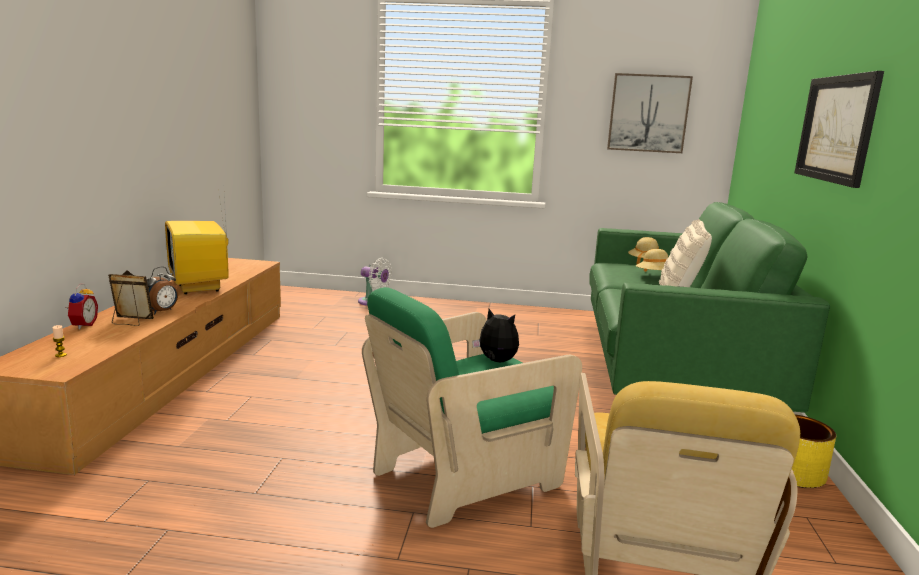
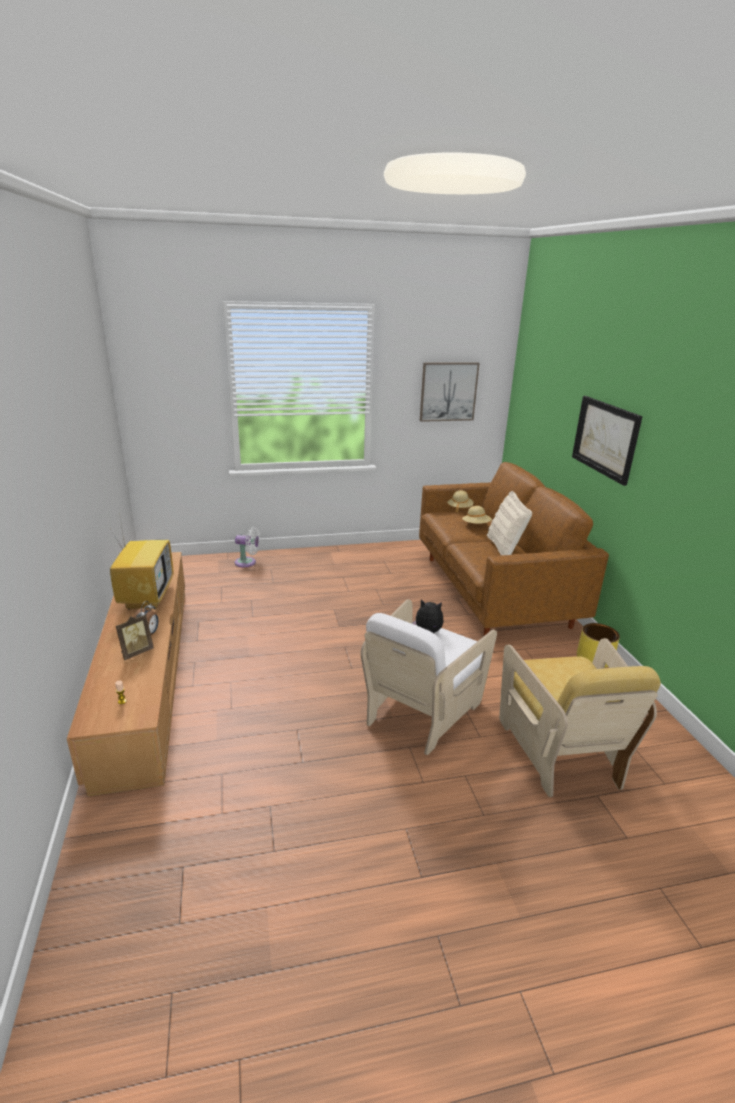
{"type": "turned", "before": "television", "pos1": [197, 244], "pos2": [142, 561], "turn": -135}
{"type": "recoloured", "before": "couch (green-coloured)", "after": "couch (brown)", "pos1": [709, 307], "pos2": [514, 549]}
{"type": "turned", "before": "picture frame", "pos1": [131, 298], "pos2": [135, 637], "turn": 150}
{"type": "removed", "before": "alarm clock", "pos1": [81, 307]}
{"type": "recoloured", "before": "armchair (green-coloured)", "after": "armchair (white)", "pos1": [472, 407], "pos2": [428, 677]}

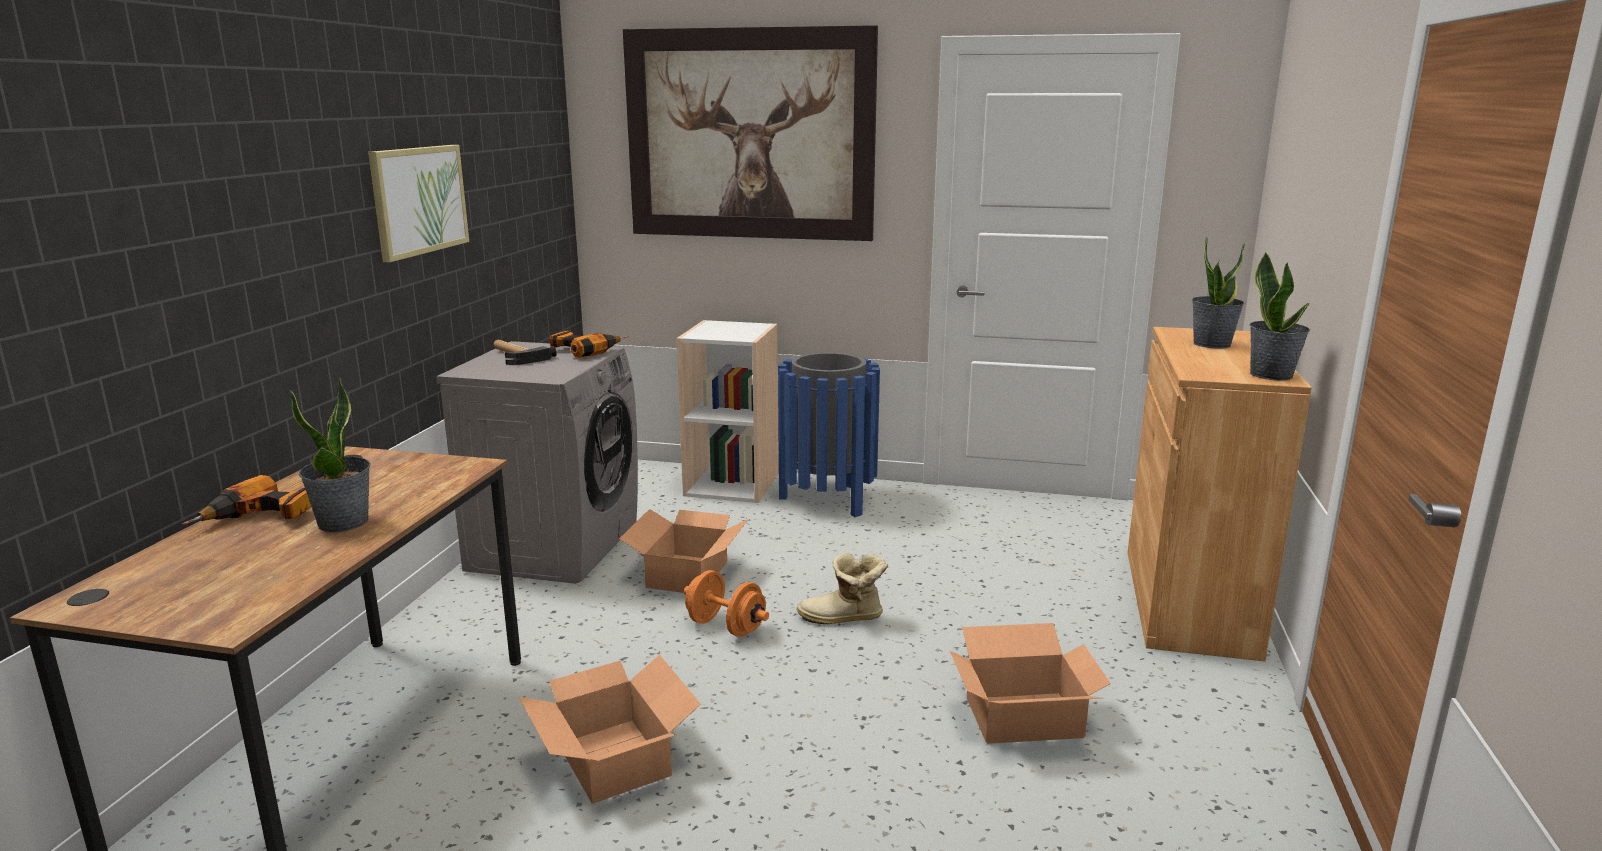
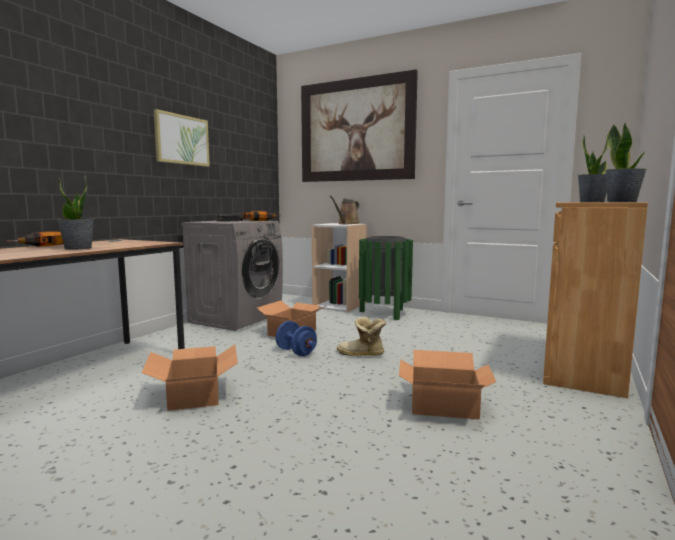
{"type": "recoloured", "before": "waste bin (blue-coloured)", "after": "waste bin (green-coloured)", "pos1": [829, 435], "pos2": [386, 278]}
{"type": "recoloured", "before": "dumbbell (orangey)", "after": "dumbbell (blue-coloured)", "pos1": [726, 603], "pos2": [296, 338]}
{"type": "added", "after": "watering pot (brown)", "pos2": [345, 210]}

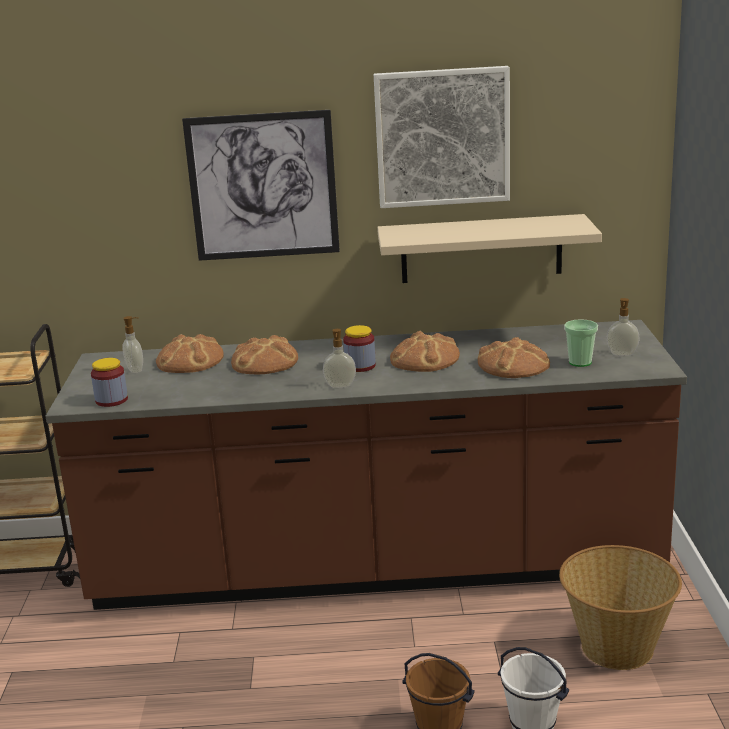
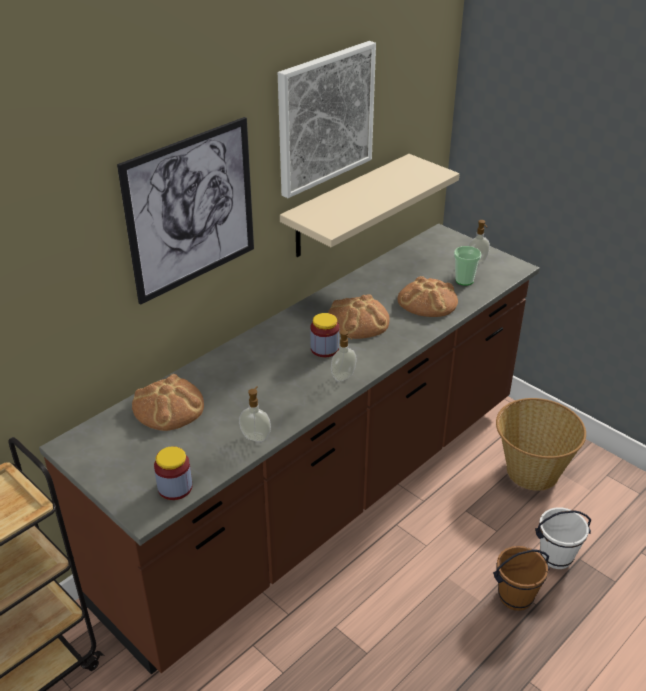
{"type": "moved", "before": "soap dispenser", "pos1": [132, 344], "pos2": [255, 414]}
{"type": "removed", "before": "baked bread", "pos1": [264, 354]}

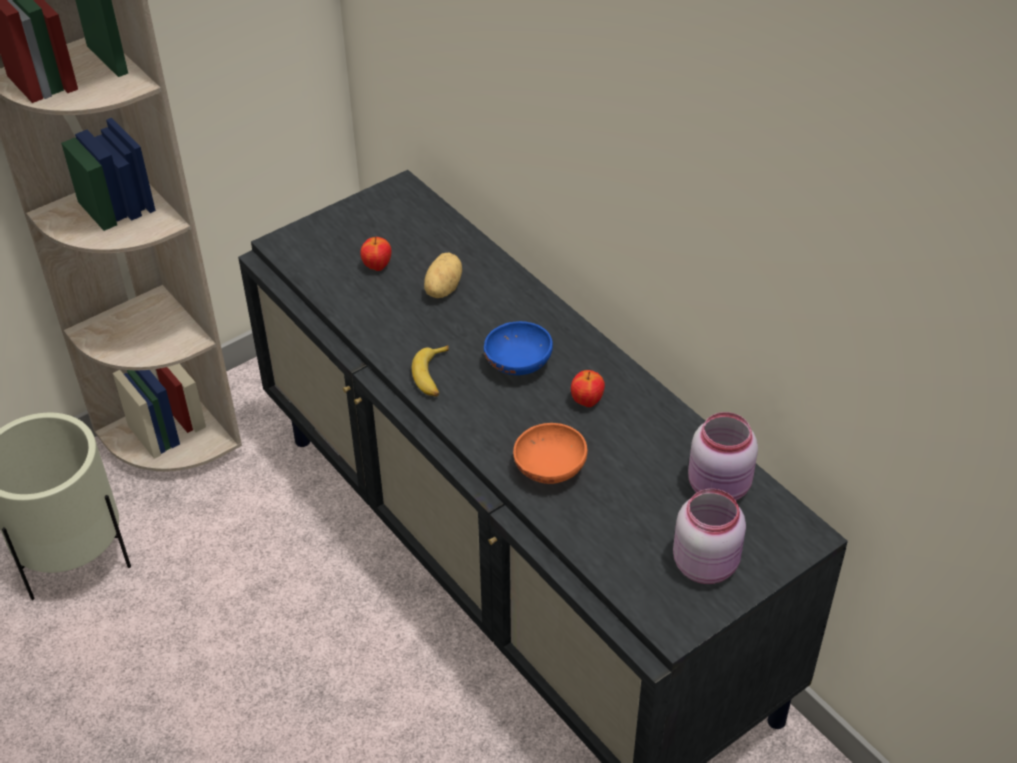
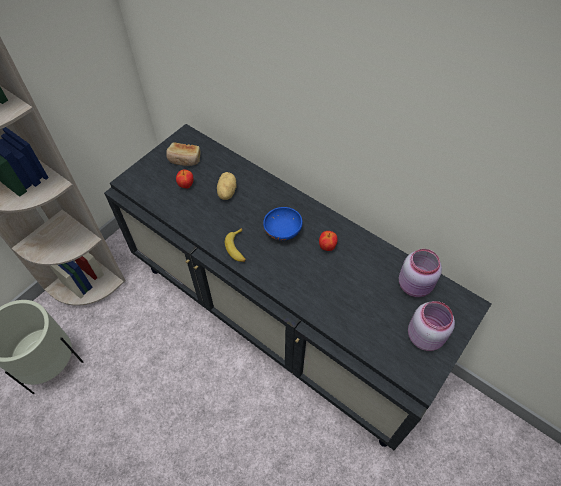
{"type": "removed", "before": "bowl (orangey)", "pos1": [550, 453]}
{"type": "added", "after": "baked bread", "pos2": [183, 154]}

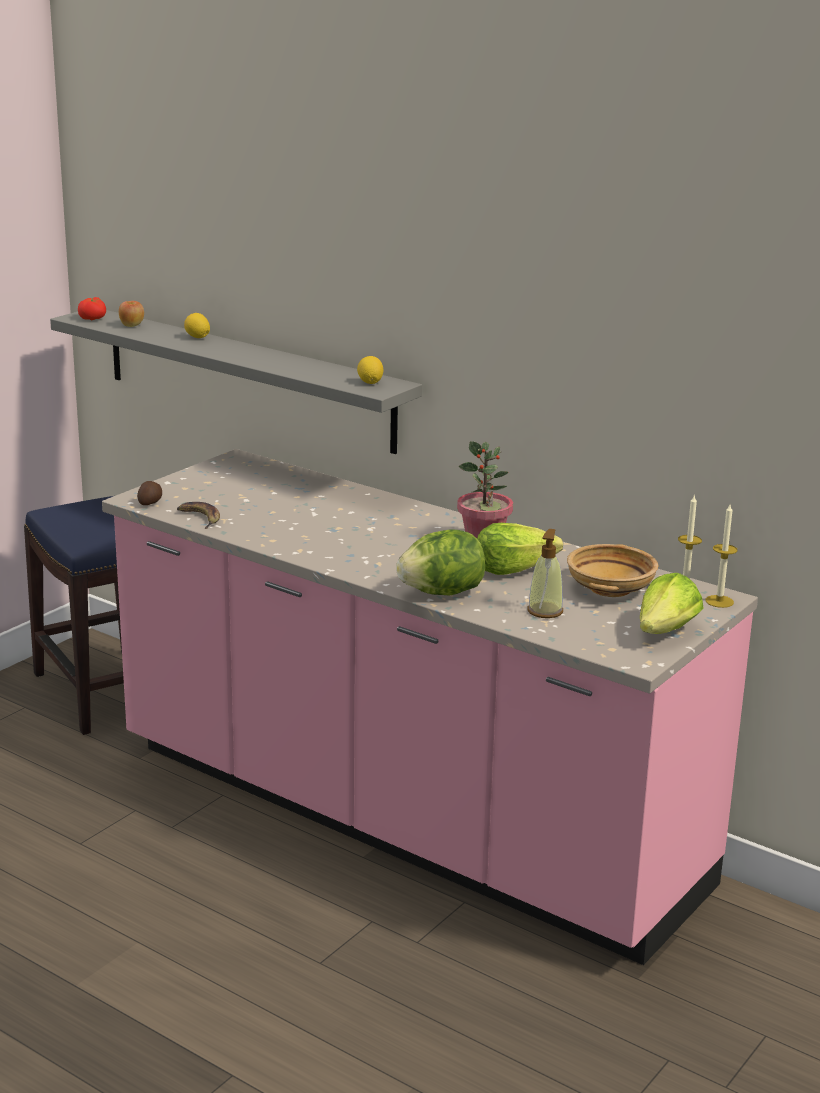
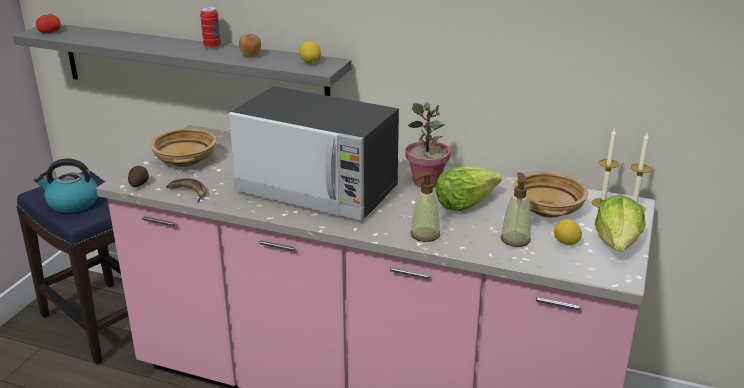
{"type": "moved", "before": "apple fruit", "pos1": [131, 314], "pos2": [250, 46]}
{"type": "moved", "before": "lemon", "pos1": [197, 325], "pos2": [568, 232]}
{"type": "replaced", "before": "lettuce", "after": "soap dispenser", "pos1": [440, 562], "pos2": [425, 206]}
{"type": "added", "after": "can", "pos2": [210, 28]}
{"type": "added", "after": "microwave oven", "pos2": [314, 153]}
{"type": "added", "after": "bowl (beige)", "pos2": [183, 147]}
{"type": "added", "after": "tea kettle", "pos2": [66, 185]}

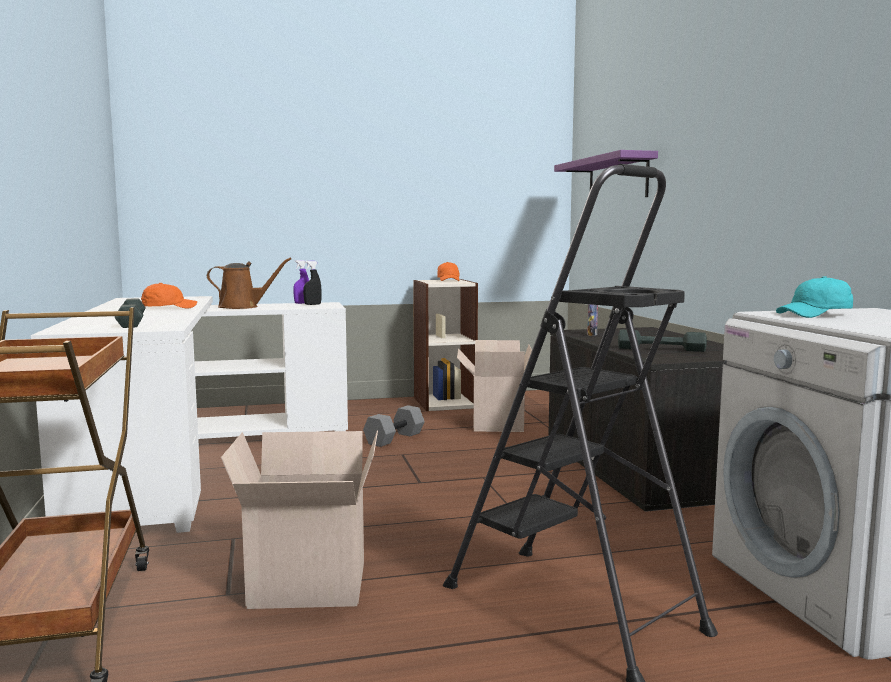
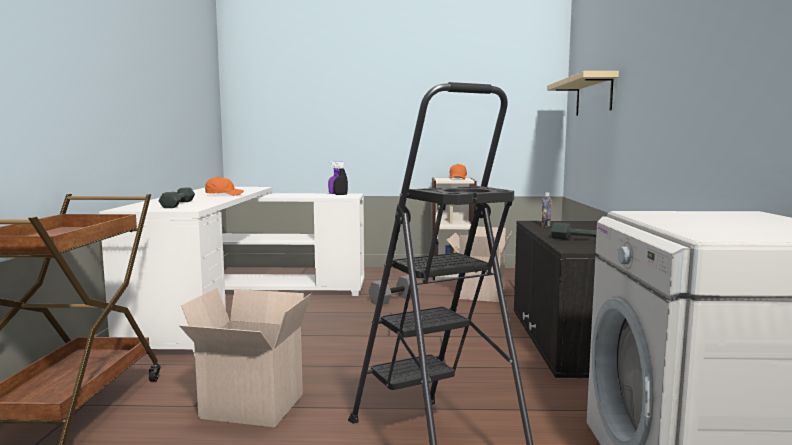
{"type": "recoloured", "before": "bracket shelf (purple-coloured)", "after": "bracket shelf (beige)", "pos1": [606, 173], "pos2": [583, 93]}
{"type": "removed", "before": "watering pot (brown)", "pos1": [249, 283]}
{"type": "removed", "before": "peaked cap (turquoise)", "pos1": [814, 297]}

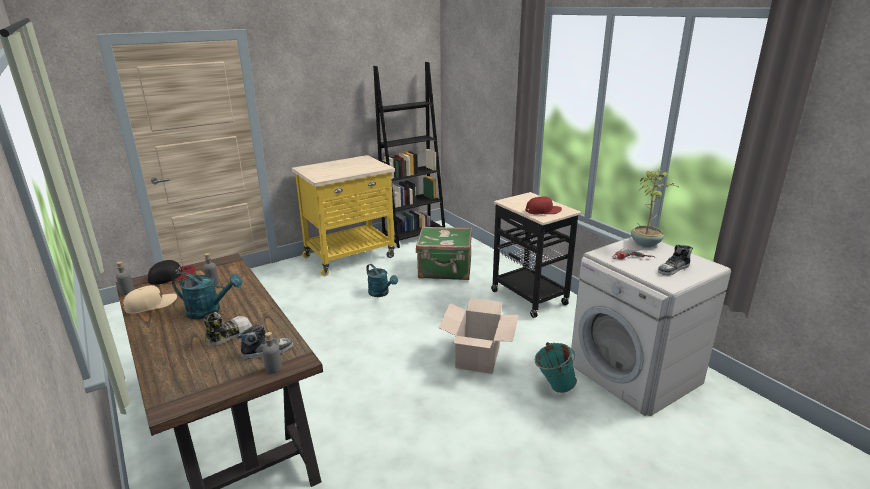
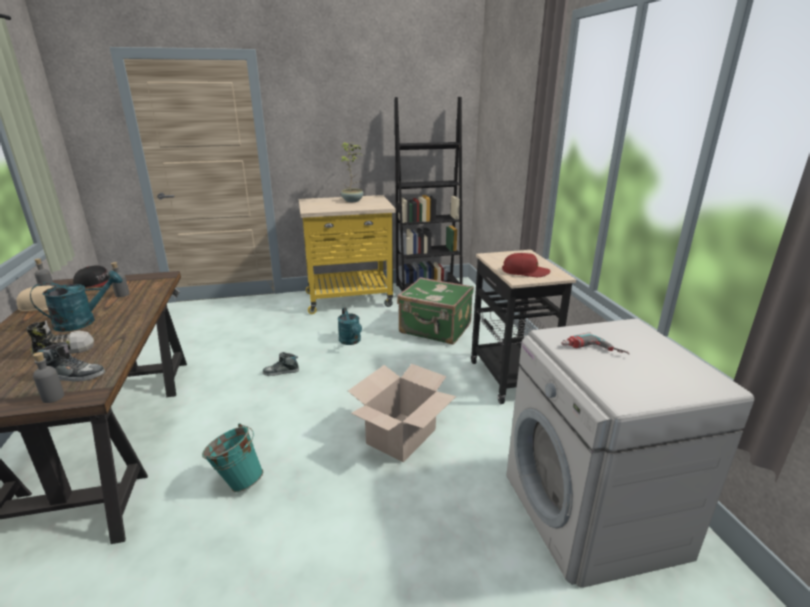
{"type": "moved", "before": "potted plant", "pos1": [654, 208], "pos2": [352, 172]}
{"type": "moved", "before": "item of footwear", "pos1": [675, 260], "pos2": [281, 364]}
{"type": "turned", "before": "watering pot (turquoise)", "pos1": [207, 295], "pos2": [76, 301], "turn": -60}
{"type": "moved", "before": "bucket (turquoise)", "pos1": [555, 367], "pos2": [232, 458]}

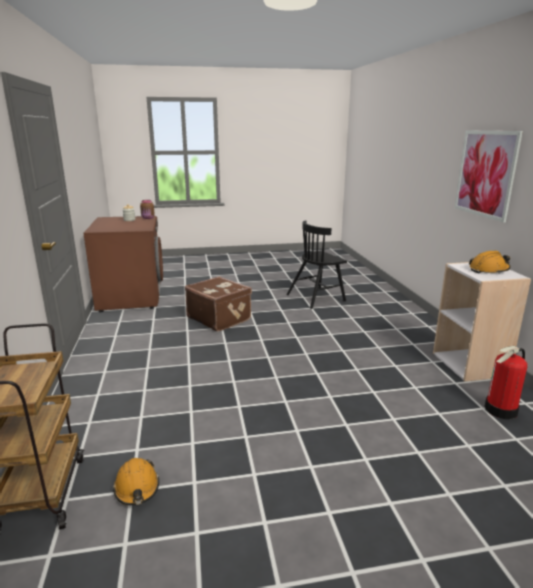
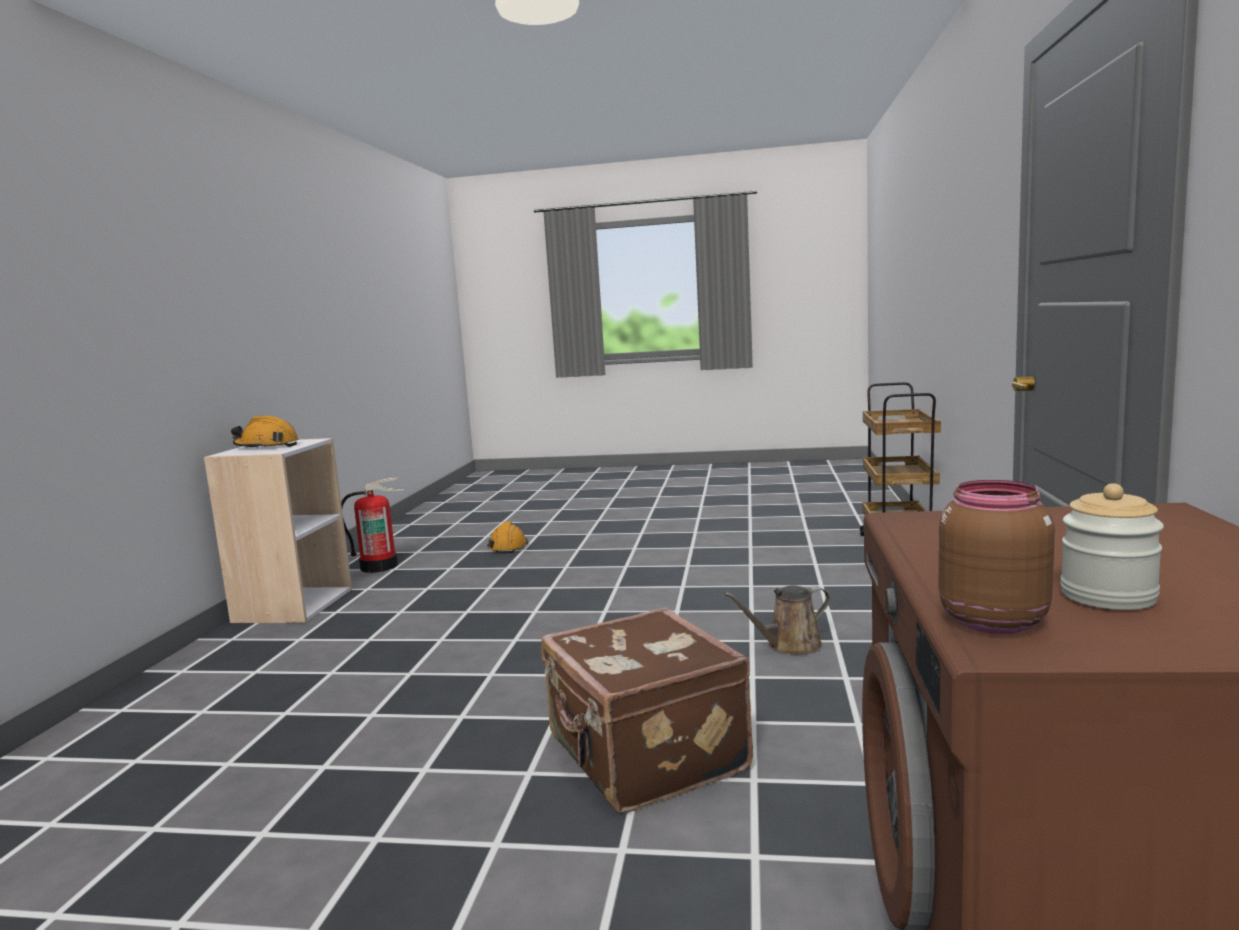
{"type": "removed", "before": "wall picture", "pos1": [488, 176]}
{"type": "removed", "before": "plain chair (black)", "pos1": [316, 265]}
{"type": "moved", "before": "work helmet (orangey)", "pos1": [136, 482], "pos2": [508, 537]}
{"type": "added", "after": "watering pot (brown)", "pos2": [777, 619]}

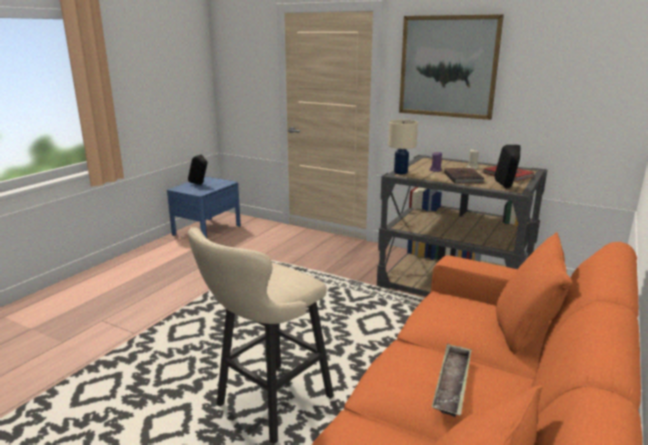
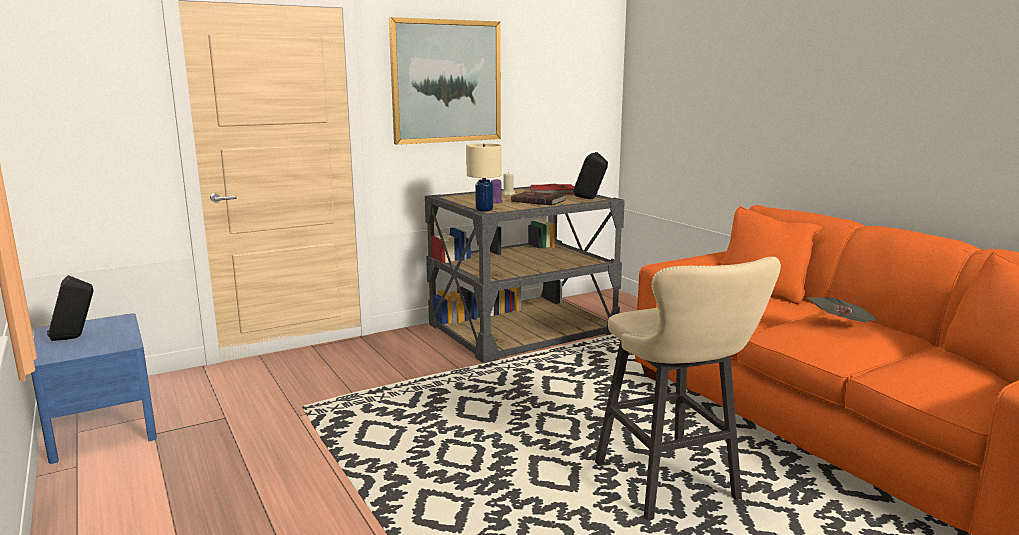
{"type": "replaced", "before": "tray", "after": "printed paper", "pos1": [452, 380], "pos2": [841, 309]}

